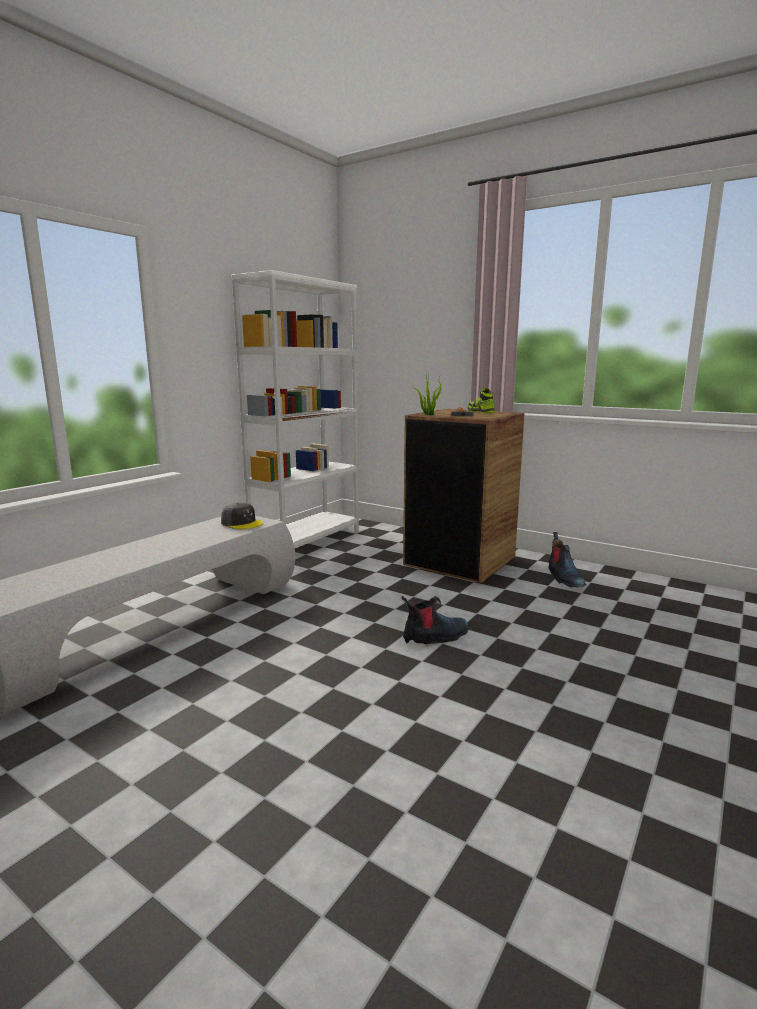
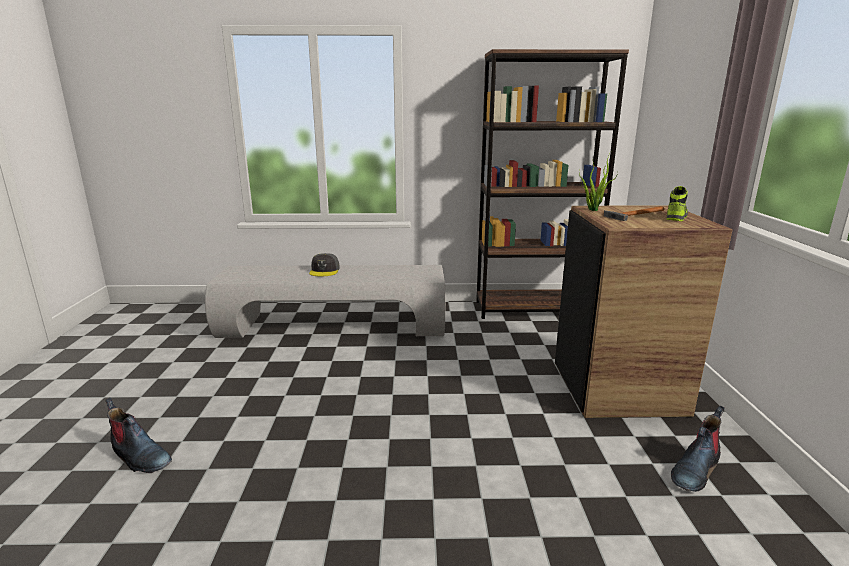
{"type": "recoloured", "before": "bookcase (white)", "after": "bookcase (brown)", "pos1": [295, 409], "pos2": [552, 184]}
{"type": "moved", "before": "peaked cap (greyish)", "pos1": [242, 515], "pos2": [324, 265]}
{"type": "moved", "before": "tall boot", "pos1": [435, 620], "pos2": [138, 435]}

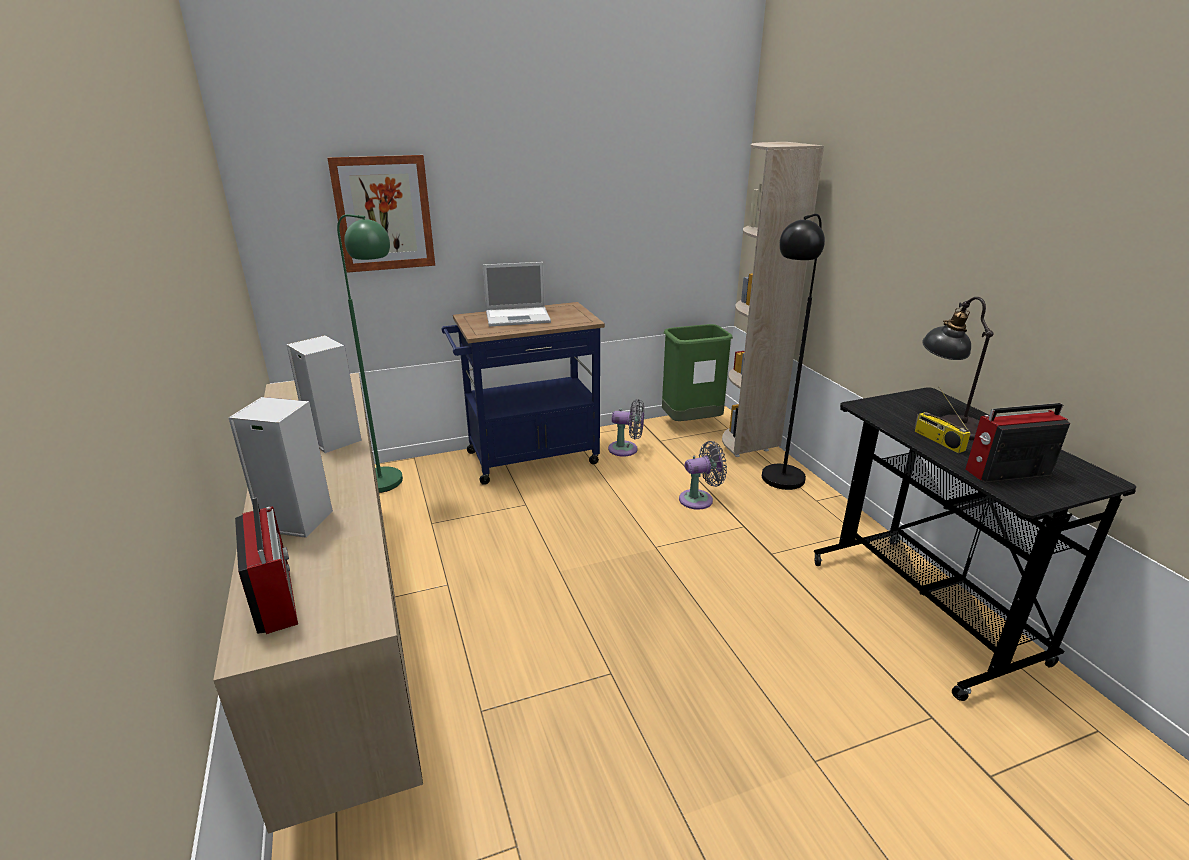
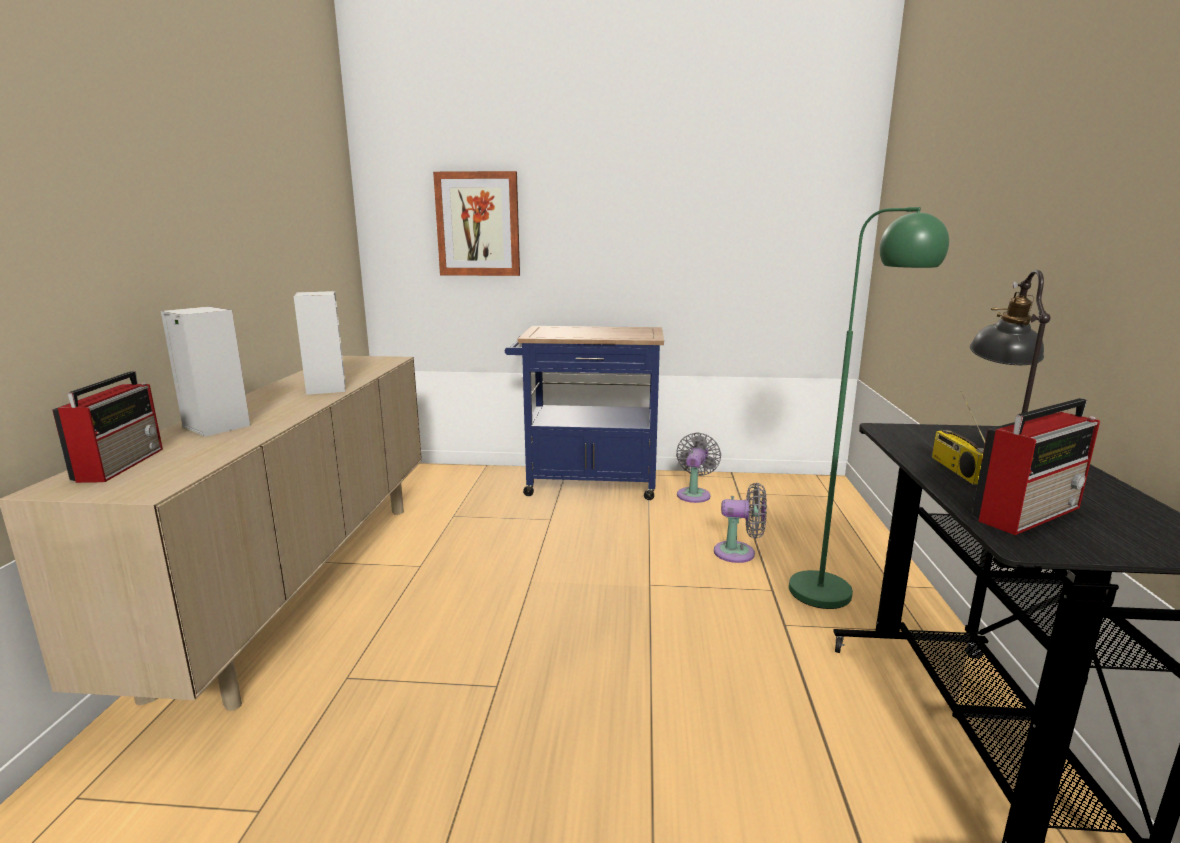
{"type": "removed", "before": "bookcase (beige)", "pos1": [773, 299]}
{"type": "moved", "before": "standing lamp (green-coloured)", "pos1": [370, 353], "pos2": [869, 408]}
{"type": "removed", "before": "standing lamp (black)", "pos1": [793, 352]}
{"type": "removed", "before": "laptop", "pos1": [517, 294]}
{"type": "removed", "before": "waste bin (green-coloured)", "pos1": [697, 372]}
{"type": "turned", "before": "electric fan (greyish)", "pos1": [626, 428], "pos2": [698, 468], "turn": -105}
{"type": "turned", "before": "radio receiver", "pos1": [1018, 442], "pos2": [1036, 466], "turn": 135}

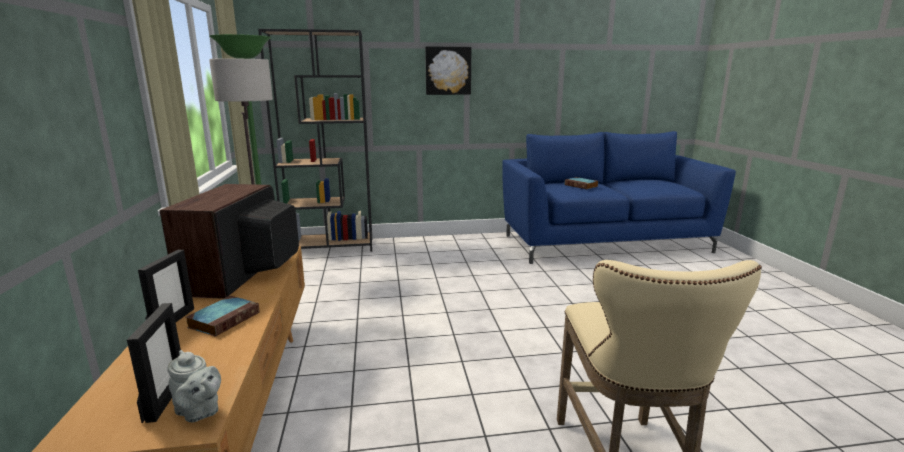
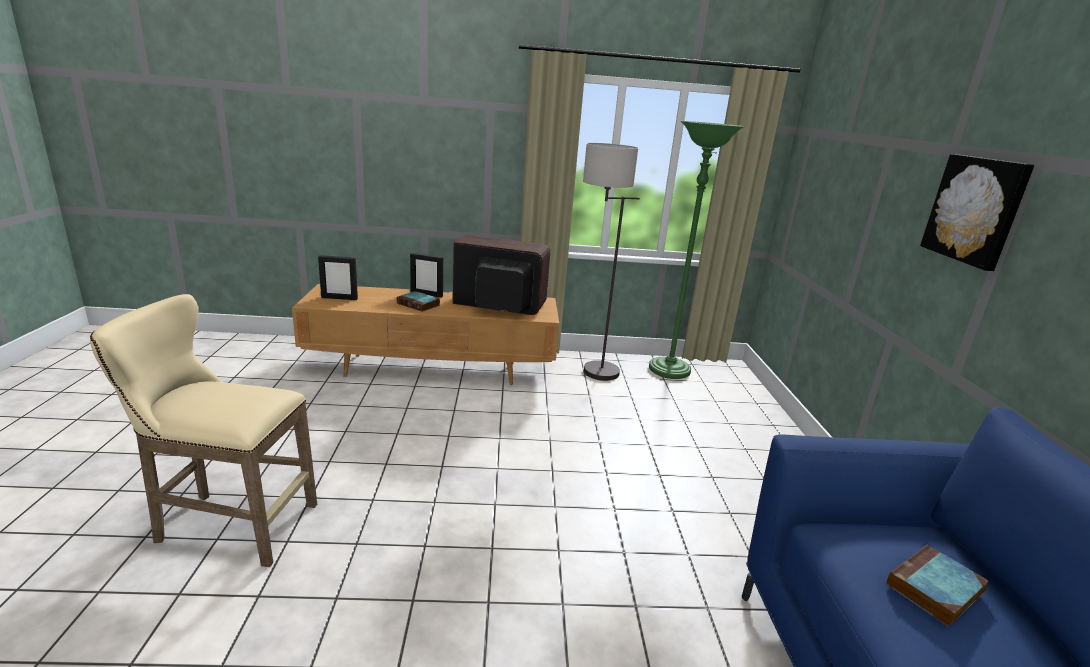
{"type": "removed", "before": "bookcase", "pos1": [315, 140]}
{"type": "removed", "before": "tea pot (greyish)", "pos1": [194, 386]}

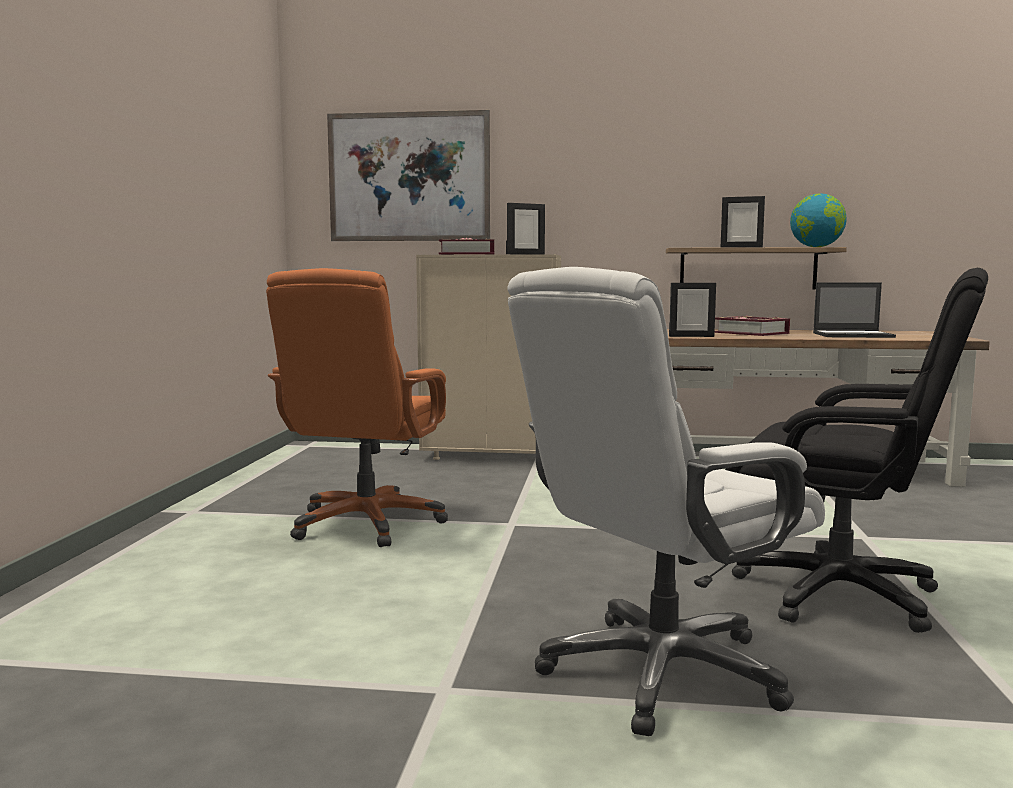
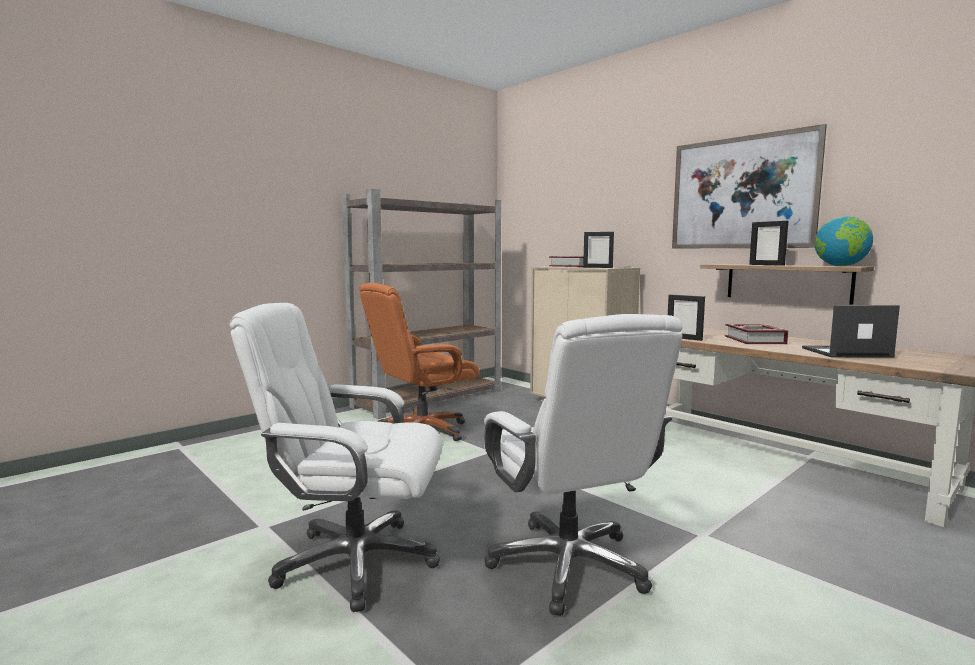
{"type": "moved", "before": "wall picture", "pos1": [408, 175], "pos2": [749, 186]}
{"type": "recoloured", "before": "desk chair (black)", "after": "desk chair (white)", "pos1": [856, 450], "pos2": [583, 465]}
{"type": "turned", "before": "laptop", "pos1": [854, 310], "pos2": [851, 331], "turn": 135}
{"type": "added", "after": "bookcase (brown)", "pos2": [421, 304]}

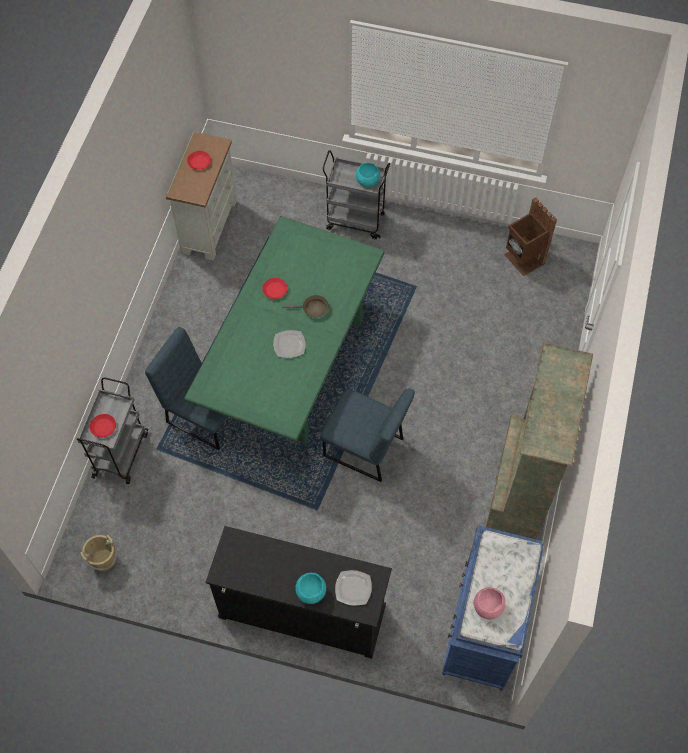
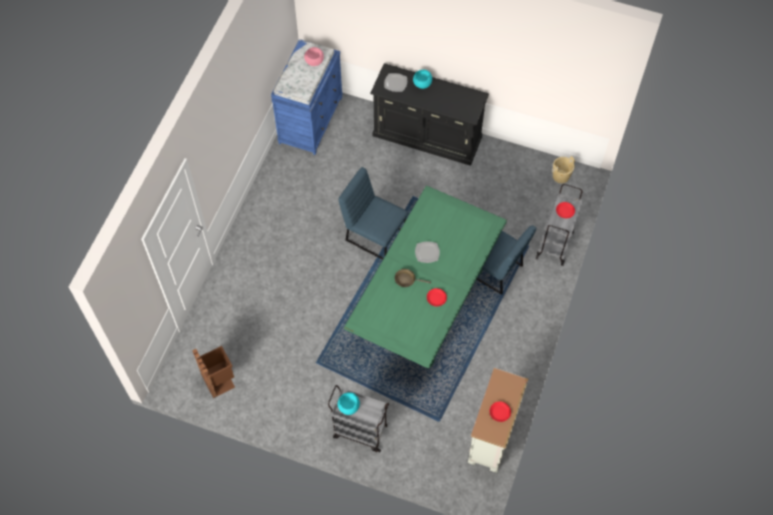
{"type": "removed", "before": "bookcase (green-coloured)", "pos1": [539, 441]}

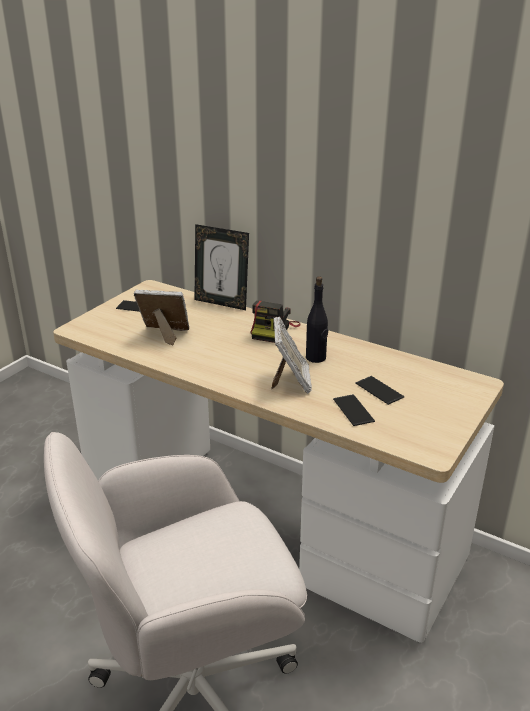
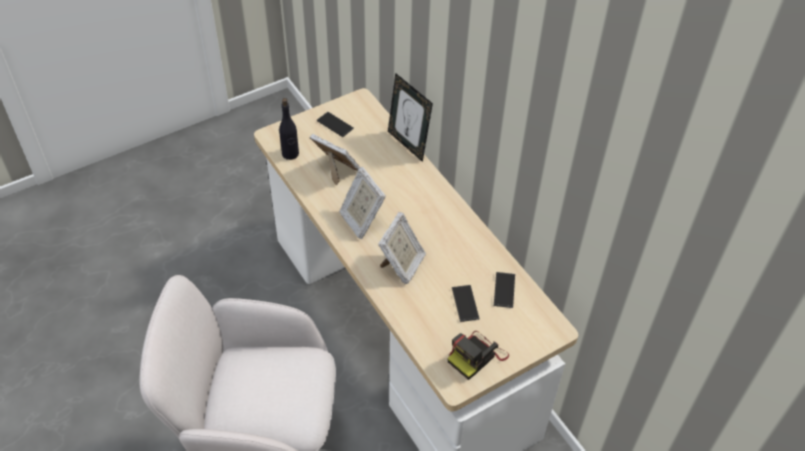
{"type": "moved", "before": "bottle (black)", "pos1": [317, 319], "pos2": [289, 129]}
{"type": "moved", "before": "still camera", "pos1": [275, 322], "pos2": [478, 355]}
{"type": "moved", "before": "telephone", "pos1": [354, 410], "pos2": [504, 290]}
{"type": "added", "after": "picture frame", "pos2": [362, 203]}

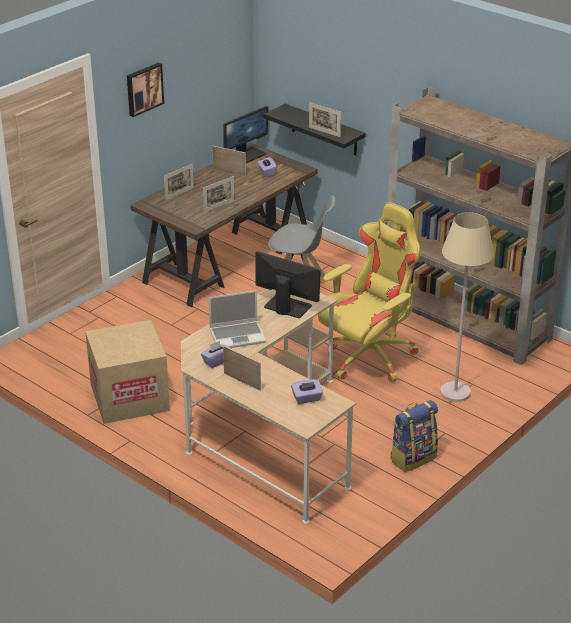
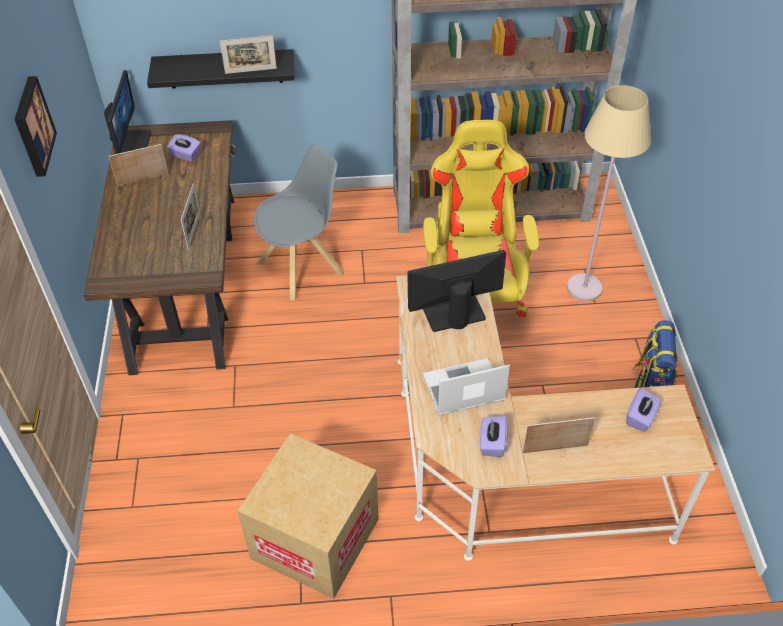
{"type": "removed", "before": "picture frame", "pos1": [179, 182]}
{"type": "turned", "before": "laptop", "pos1": [237, 319], "pos2": [466, 387], "turn": -135}

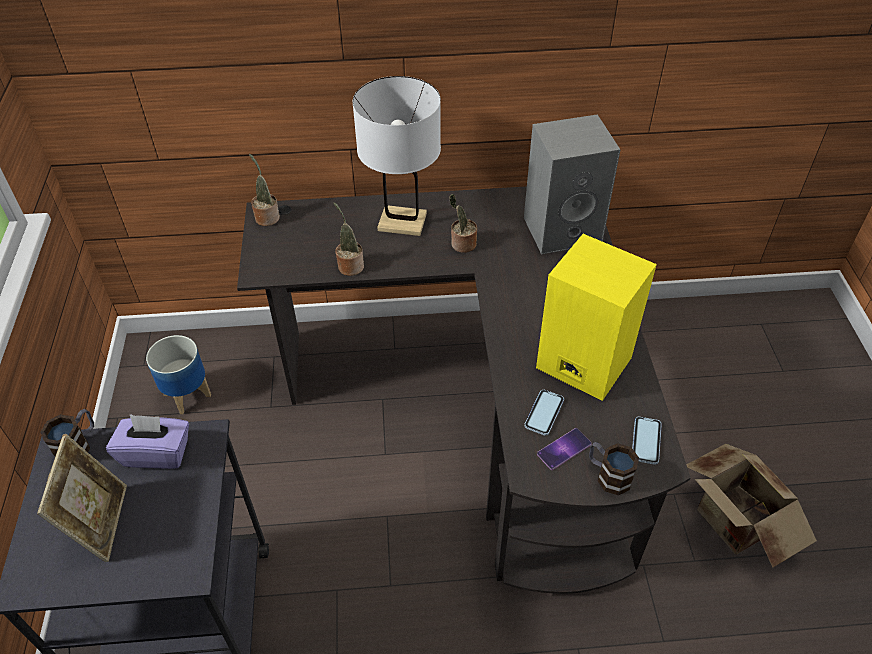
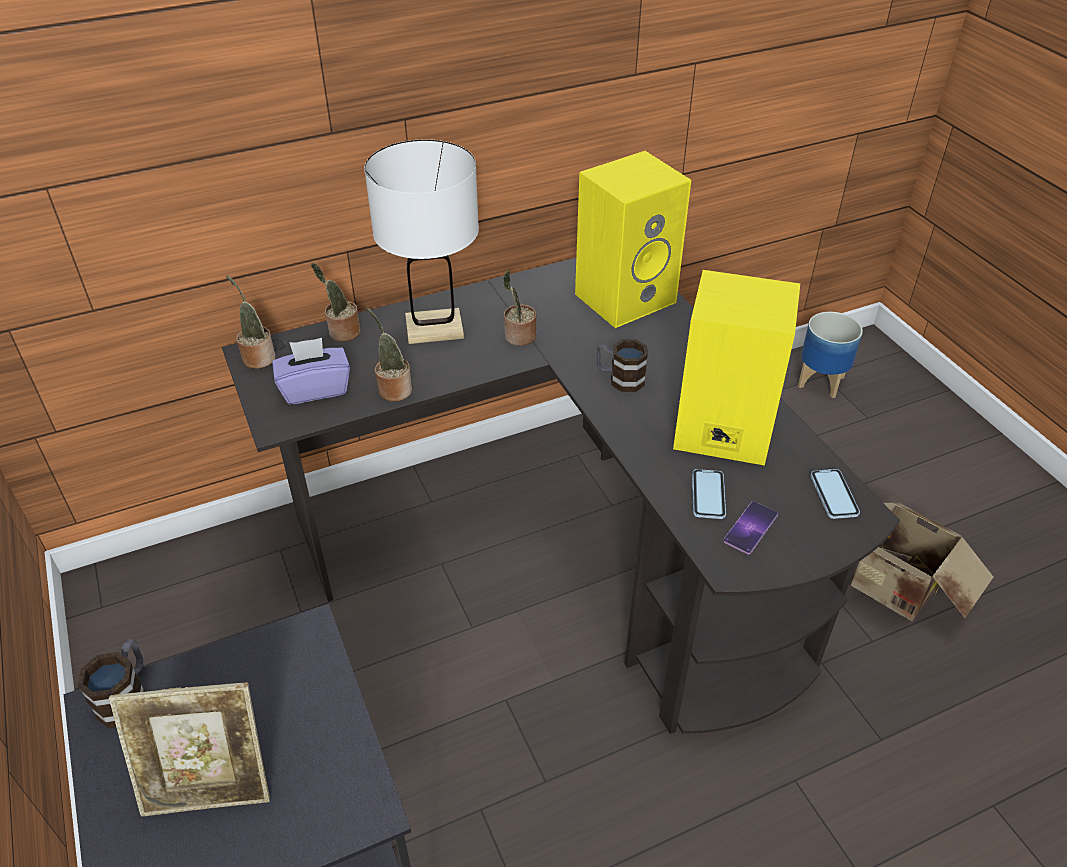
{"type": "recoloured", "before": "loudspeaker (greyish)", "after": "loudspeaker (yellow)", "pos1": [572, 184], "pos2": [633, 239]}
{"type": "moved", "before": "plant pot", "pos1": [178, 374], "pos2": [830, 355]}
{"type": "moved", "before": "tissue box (purple-coloured)", "pos1": [147, 441], "pos2": [311, 371]}
{"type": "turned", "before": "picture frame", "pos1": [82, 498], "pos2": [189, 749], "turn": 105}
{"type": "moved", "before": "tea mug", "pos1": [614, 468], "pos2": [622, 365]}
{"type": "added", "after": "potted plant", "pos2": [335, 302]}

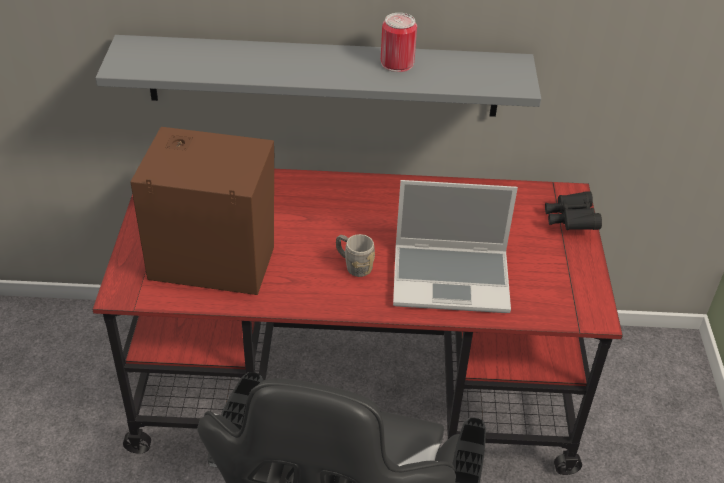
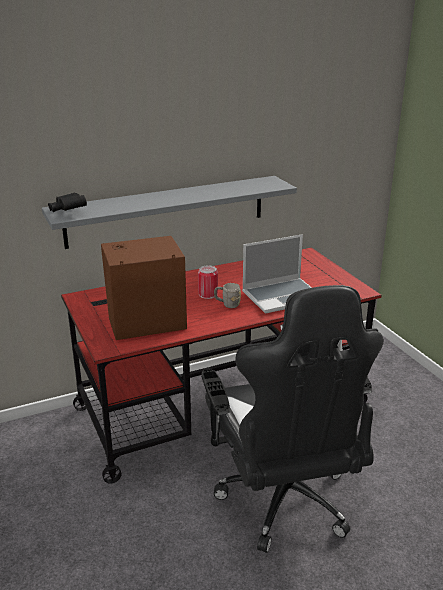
{"type": "moved", "before": "can", "pos1": [399, 42], "pos2": [208, 282]}
{"type": "moved", "before": "binoculars (black)", "pos1": [573, 211], "pos2": [67, 202]}

